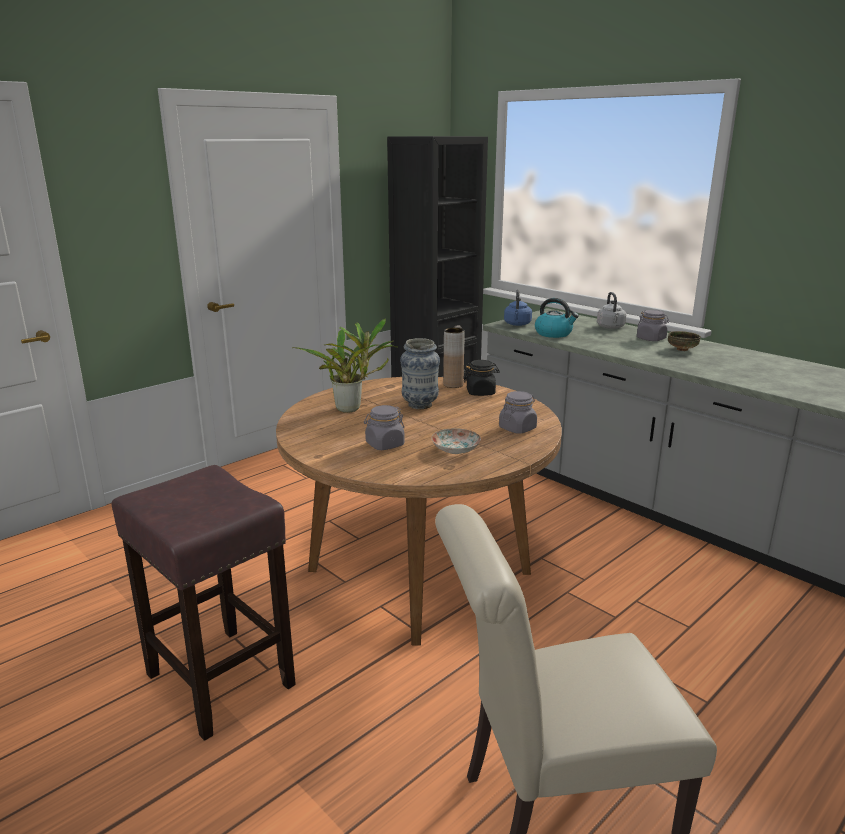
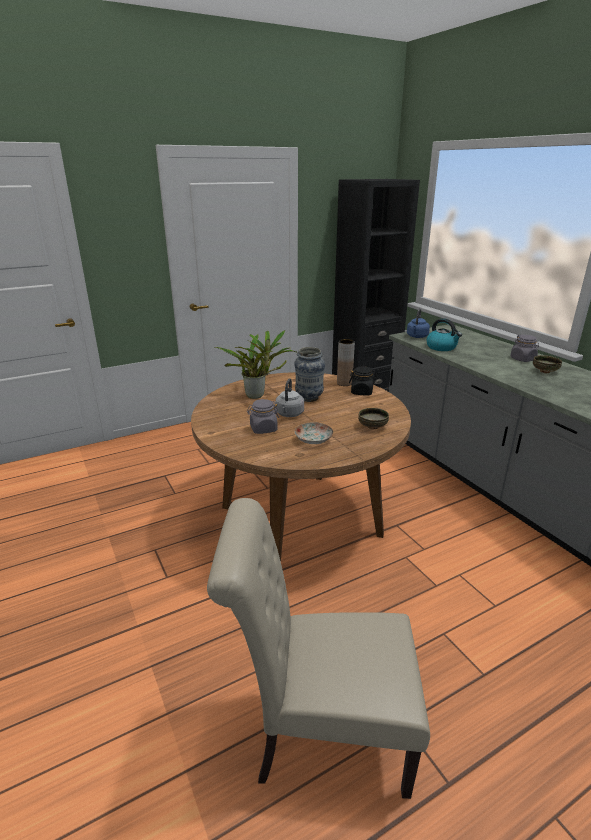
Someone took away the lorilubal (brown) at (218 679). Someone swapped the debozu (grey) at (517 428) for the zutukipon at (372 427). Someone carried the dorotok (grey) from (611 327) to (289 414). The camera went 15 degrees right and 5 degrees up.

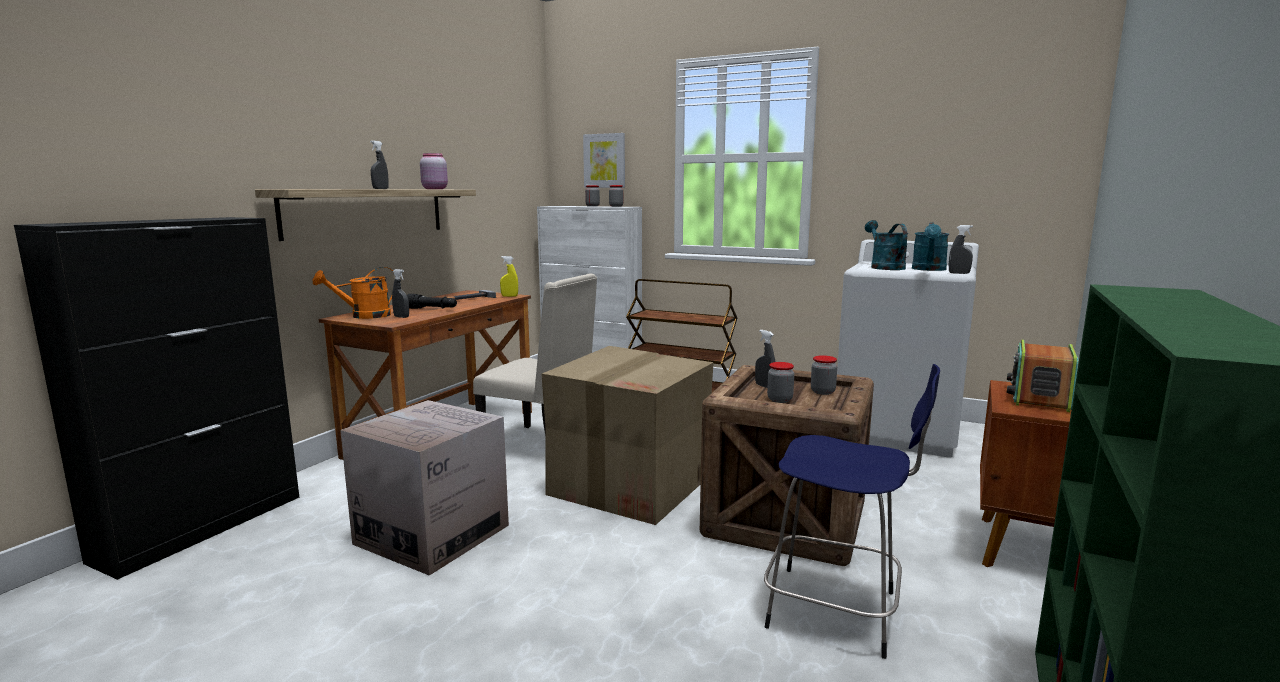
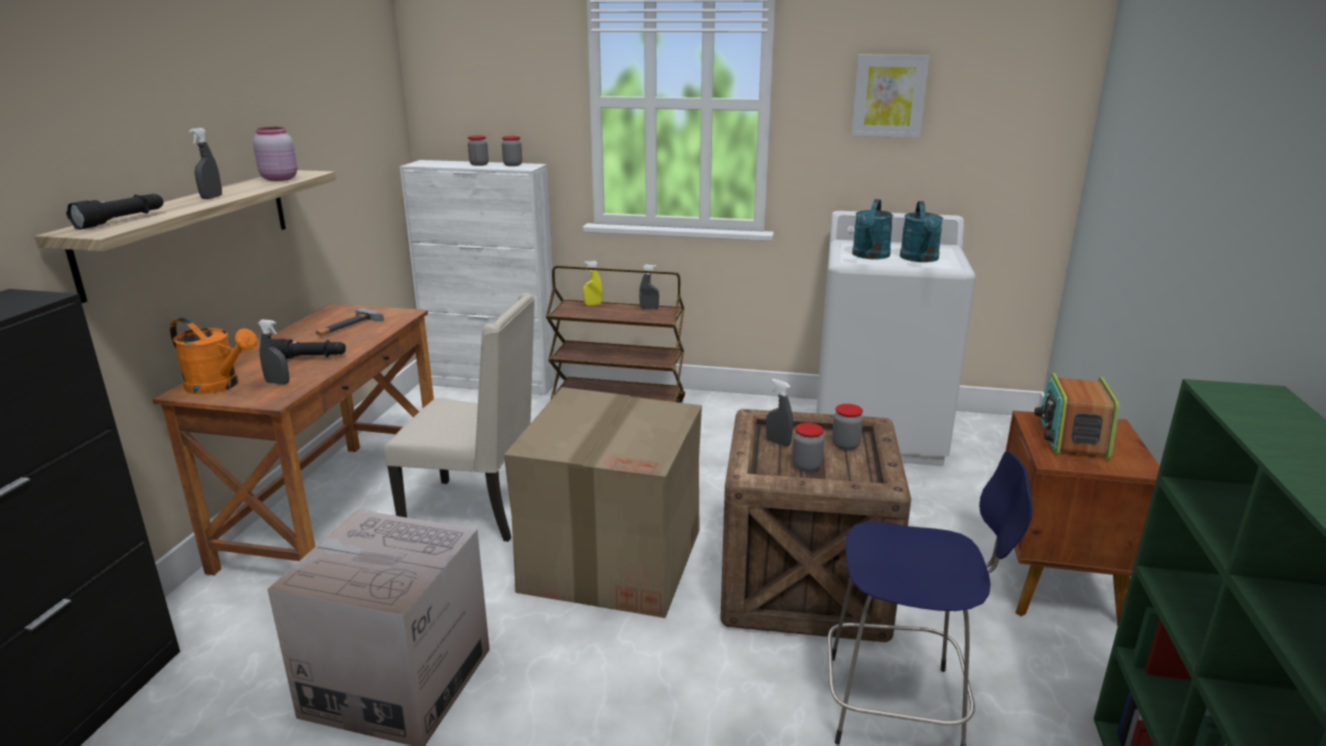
Someone rotated the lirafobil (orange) at (364 316) by 105 degrees counterclockwise. Someone carried the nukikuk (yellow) from (509 296) to (593 304). Someone carried the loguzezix from (604 161) to (889 96). Someone rotated the lirafobil (turquoise) at (884 267) by 135 degrees counterclockwise. Someone carried the nukikuk (grey) from (959 273) to (649 308). Someone put down the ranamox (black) at (122 220). The camera went 15 degrees left and 10 degrees up.

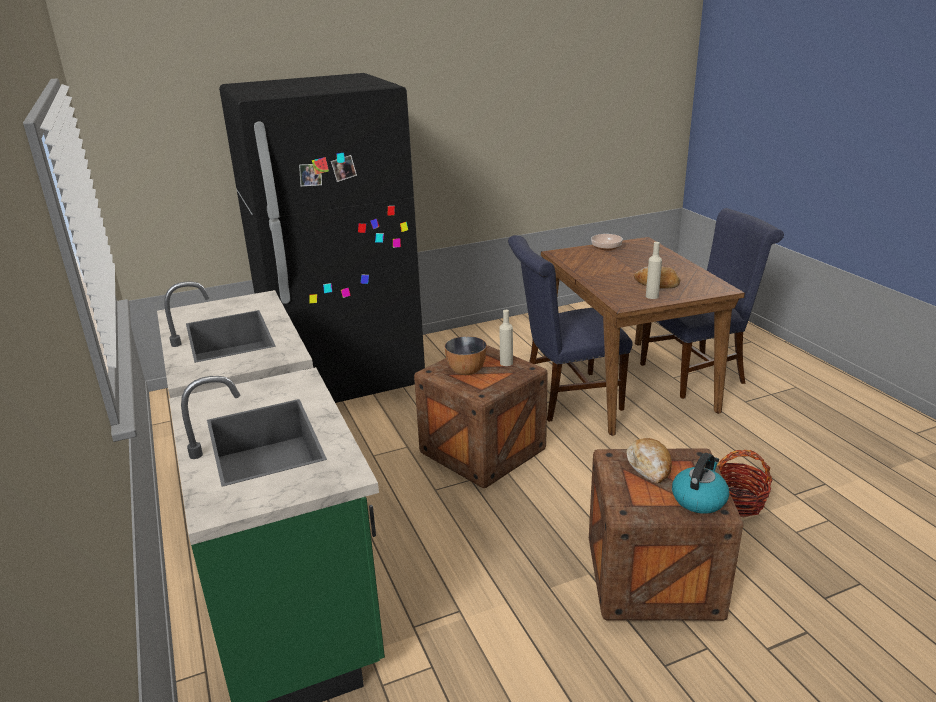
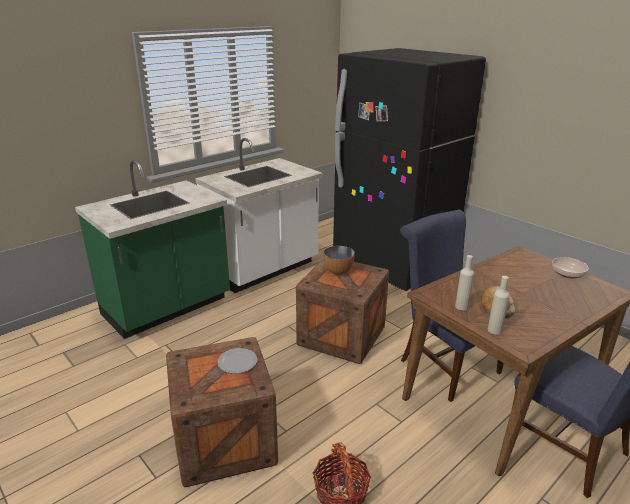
Someone carried the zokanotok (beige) from (506 363) to (494 330). Someone swapped the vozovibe at (649 466) for the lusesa at (237 362). Someone took away the dorotok at (699 499). The camera went 70 degrees right and 0 degrees up.

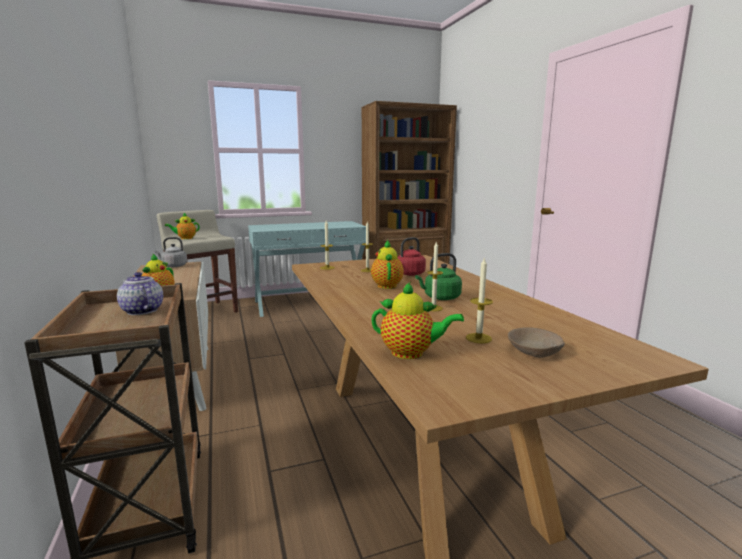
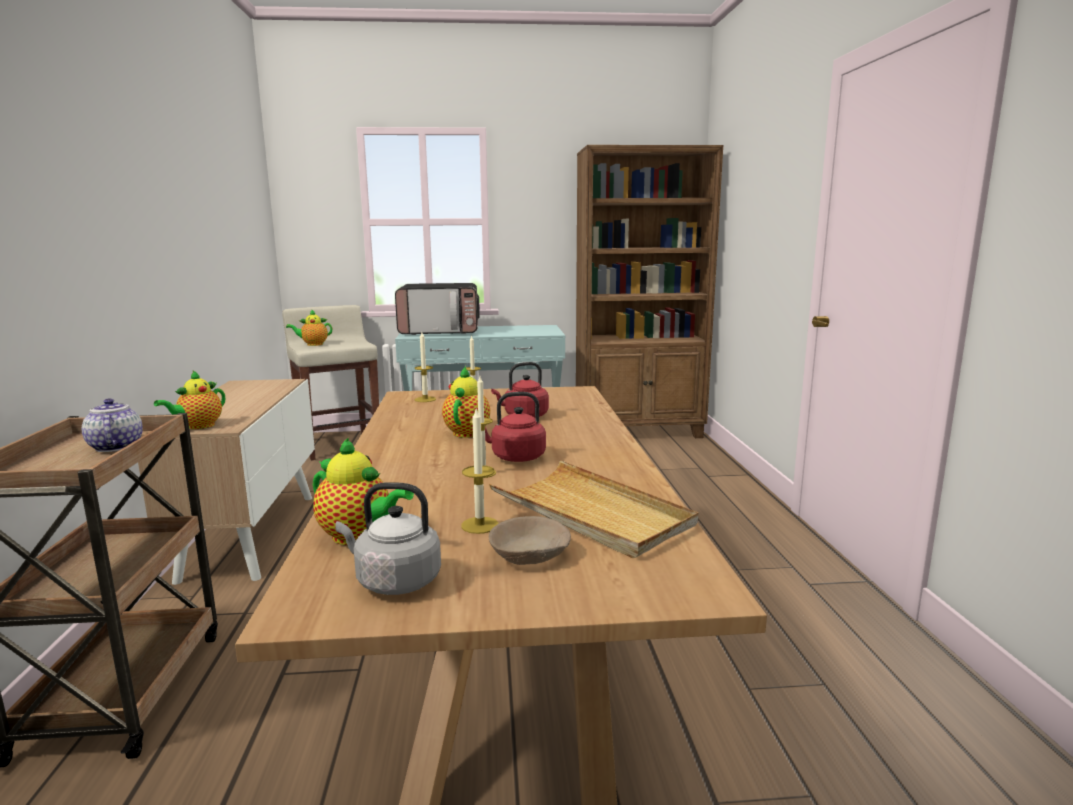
Someone carried the dorotok (grey) from (173 266) to (394 581). Someone repainted the dorotok (green) at (440 298), which became the dorotok (red) at (515 457). Someone put down the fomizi at (440 331). Someone put down the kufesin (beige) at (591 513). The camera went 15 degrees right and 0 degrees up.

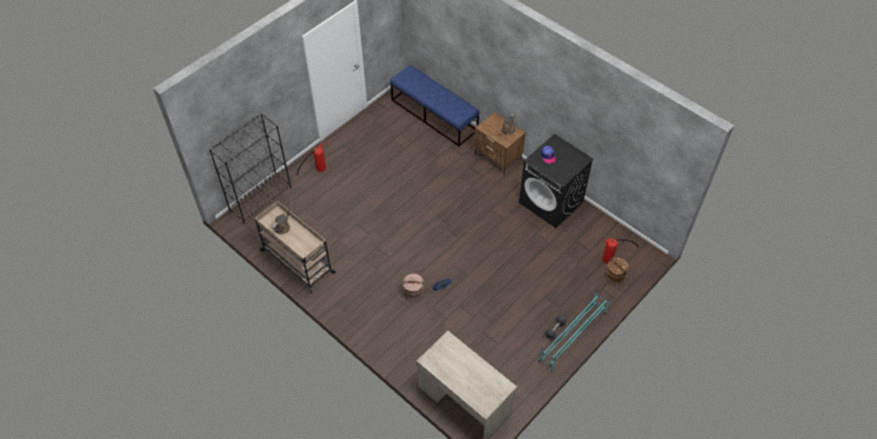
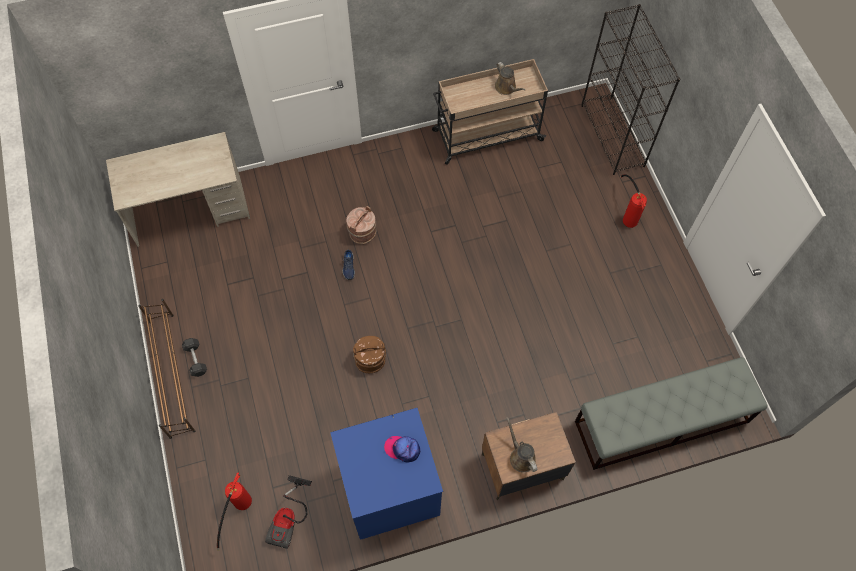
Someone repainted the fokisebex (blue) at (434 115), which became the fokisebex (grey) at (661 422). Someone repainted the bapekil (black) at (551 202), which became the bapekil (blue) at (389 490). Someone repainted the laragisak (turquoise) at (572 336), which became the laragisak (brown) at (171 373). Someone carried the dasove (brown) from (615 275) to (370 360). Someone put down the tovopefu at (289 519). The camera went 120 degrees right and 10 degrees up.

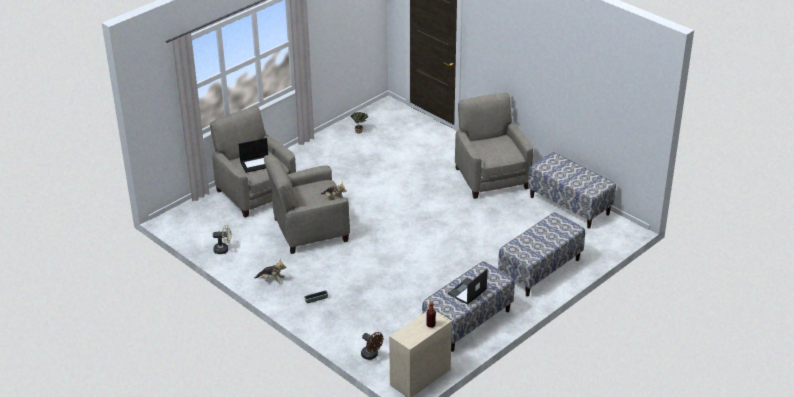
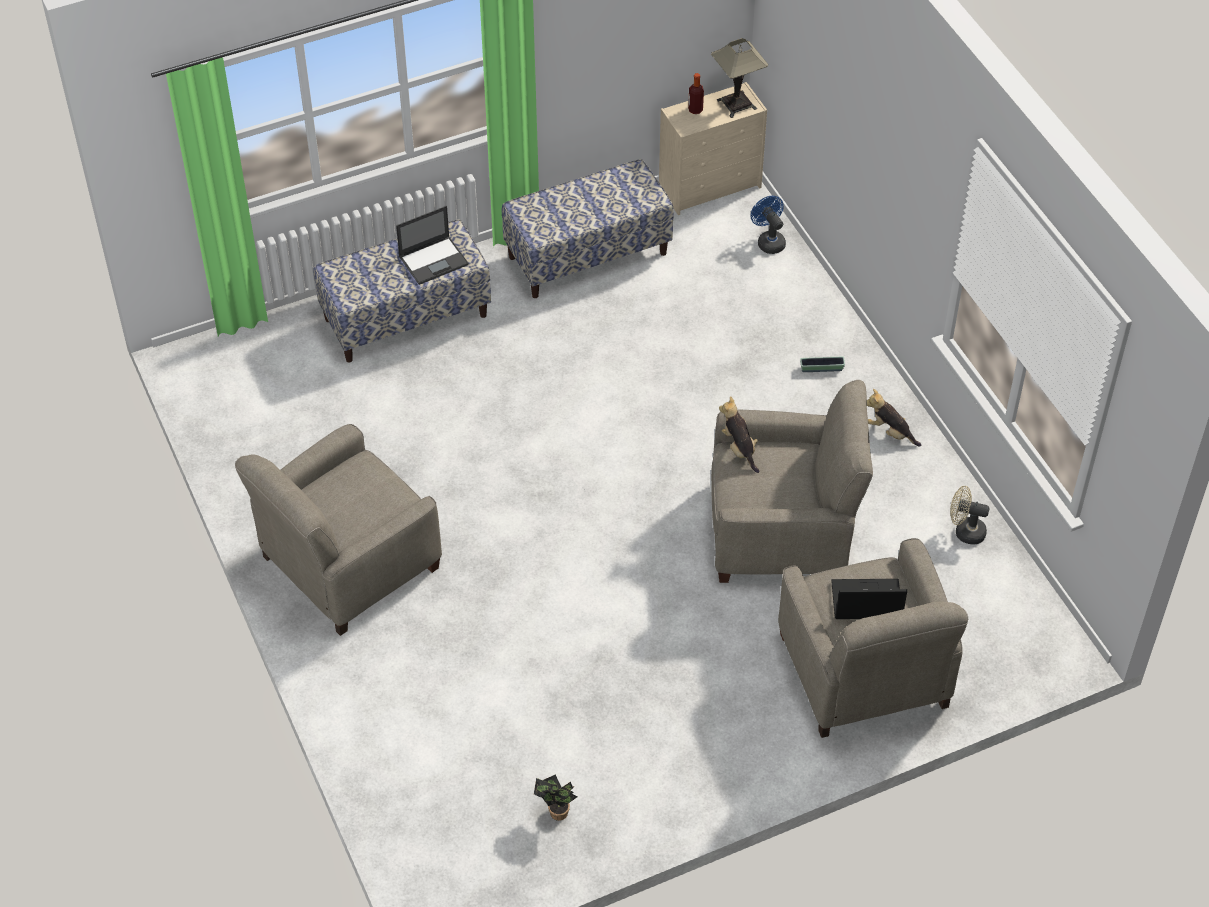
Someone repainted the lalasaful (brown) at (371 355), which became the lalasaful (blue) at (768 241). Someone carried the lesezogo from (467 292) to (434 260). Someone rotated the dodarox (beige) at (491 177) by 45 degrees clockwise. Someone took away the fokisebex at (569 205). Someone put down the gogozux at (736 104). The camera went 160 degrees left and 15 degrees up.

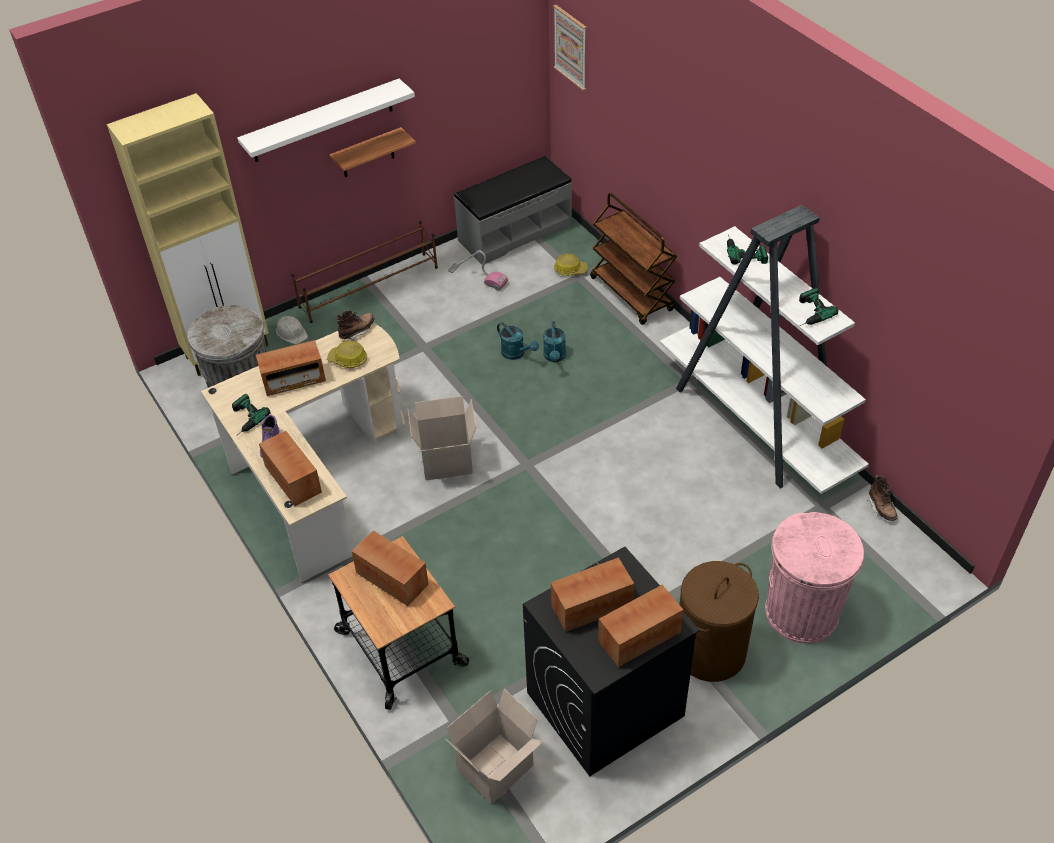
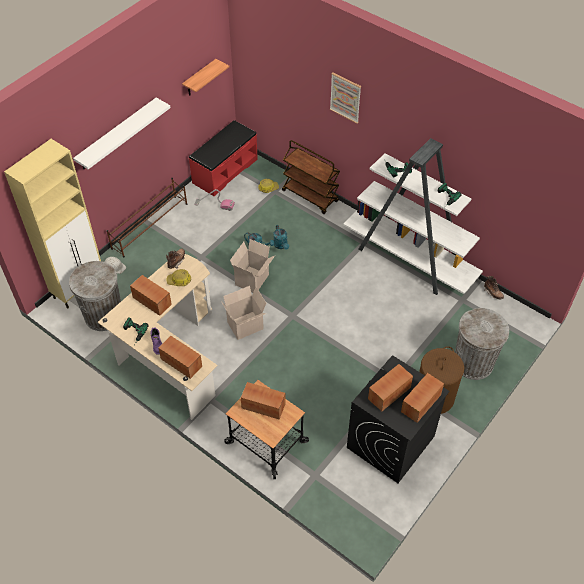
Someone rotated the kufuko at (294 380) by 105 degrees counterclockwise. Someone carried the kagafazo from (367 153) to (199 78). Someone carried the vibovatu from (496 770) to (252 280). Someone repainted the fokisebex (grey) at (514 232), which became the fokisebex (red) at (224 171). Someone carried the loguzezix from (571 47) to (345 97). Someone repainted the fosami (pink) at (802 613), which became the fosami (grey) at (473 362). The camera went 20 degrees left and 5 degrees up.

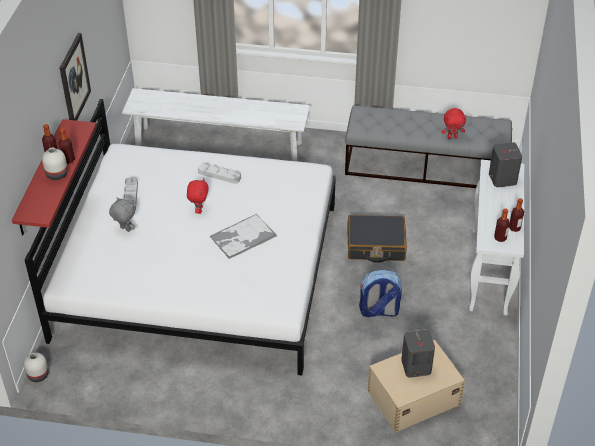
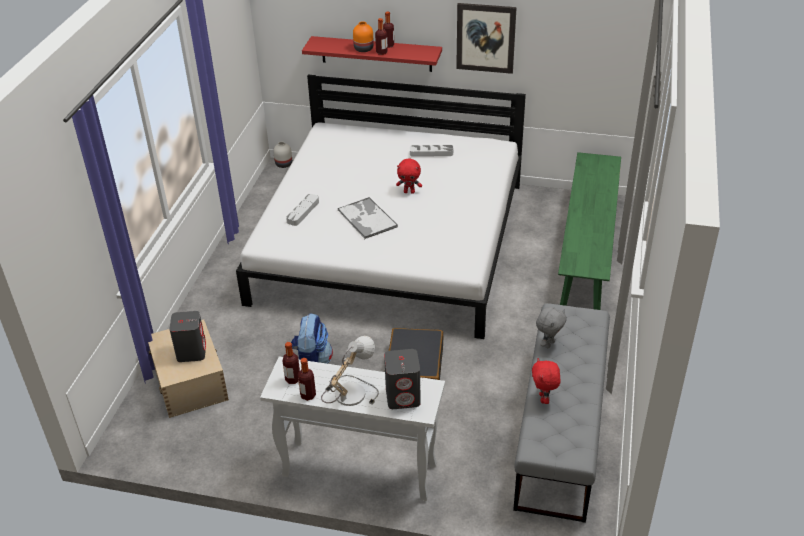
Someone repainted the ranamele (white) at (57 174), which became the ranamele (orange) at (364 49). Someone carried the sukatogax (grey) from (124 229) to (548 344). Someone repainted the fokisebex (white) at (218 144), which became the fokisebex (green) at (587 252). Someone carried the kufesin (grey) from (219 175) to (303 212). Someone put down the gogozux at (348 392). The camera went 95 degrees right and 5 degrees down.

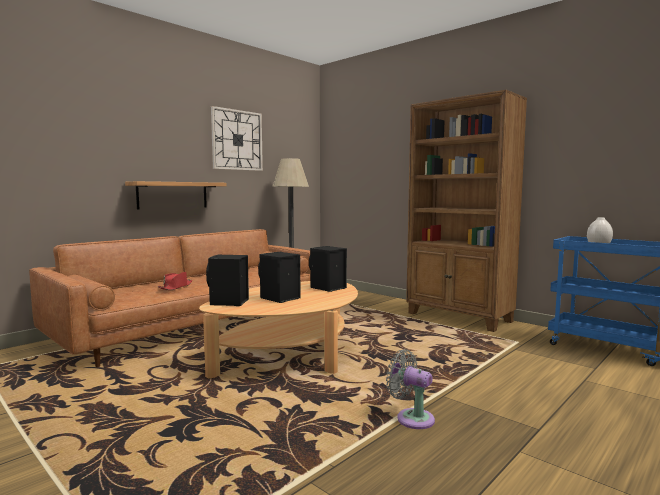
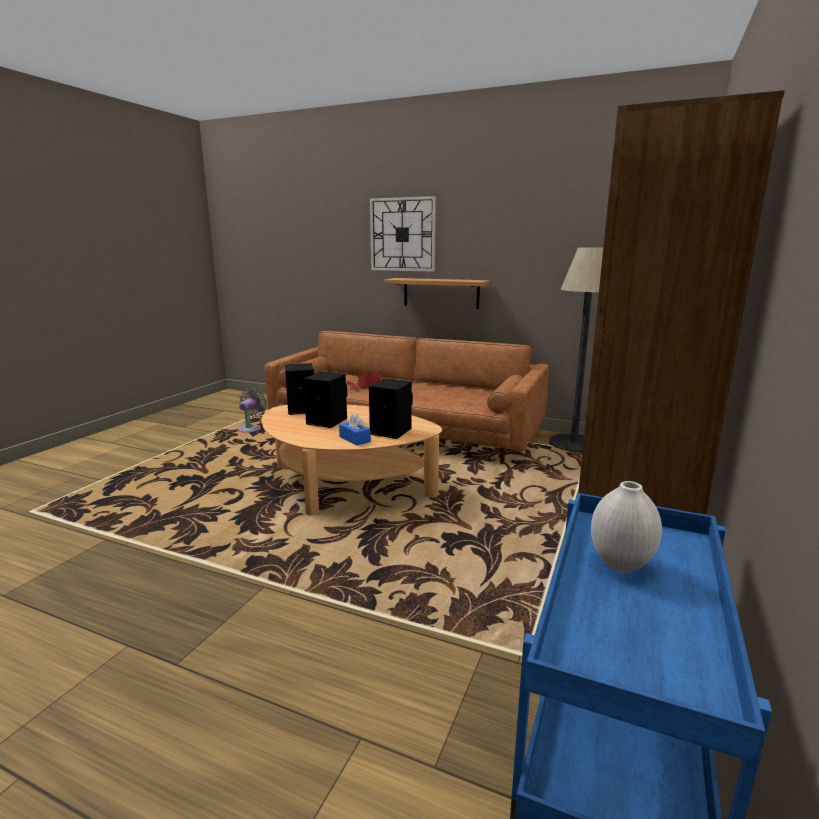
Someone carried the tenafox from (237 140) to (402 234). Someone carried the lalasaful (grey) from (411 418) to (251 428). Someone put down the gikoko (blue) at (354 439). The camera went 70 degrees right and 10 degrees up.

